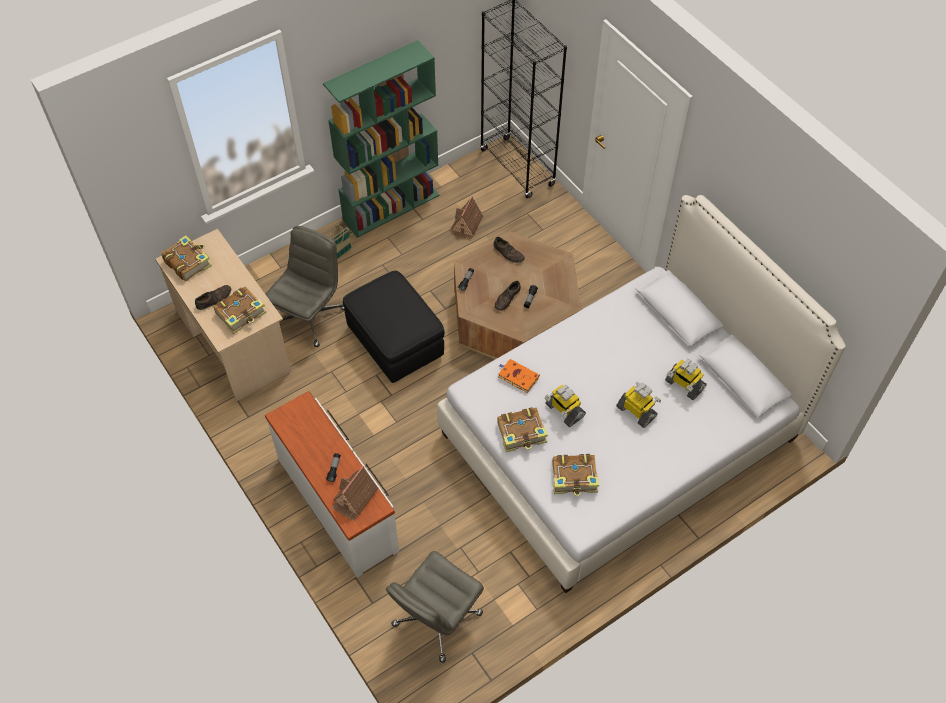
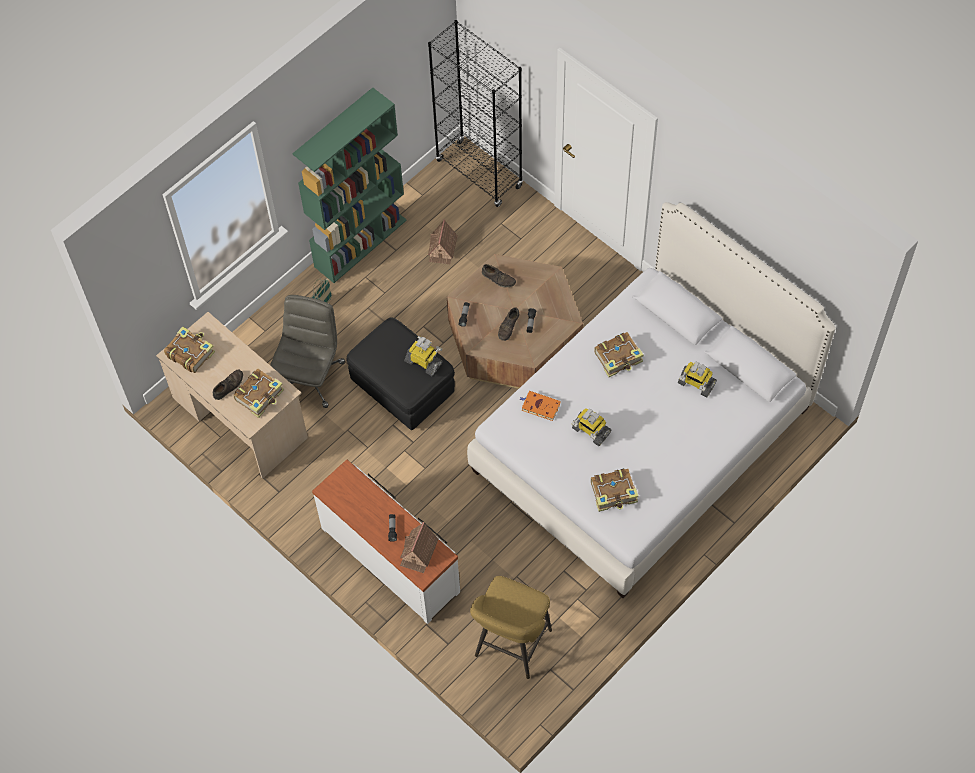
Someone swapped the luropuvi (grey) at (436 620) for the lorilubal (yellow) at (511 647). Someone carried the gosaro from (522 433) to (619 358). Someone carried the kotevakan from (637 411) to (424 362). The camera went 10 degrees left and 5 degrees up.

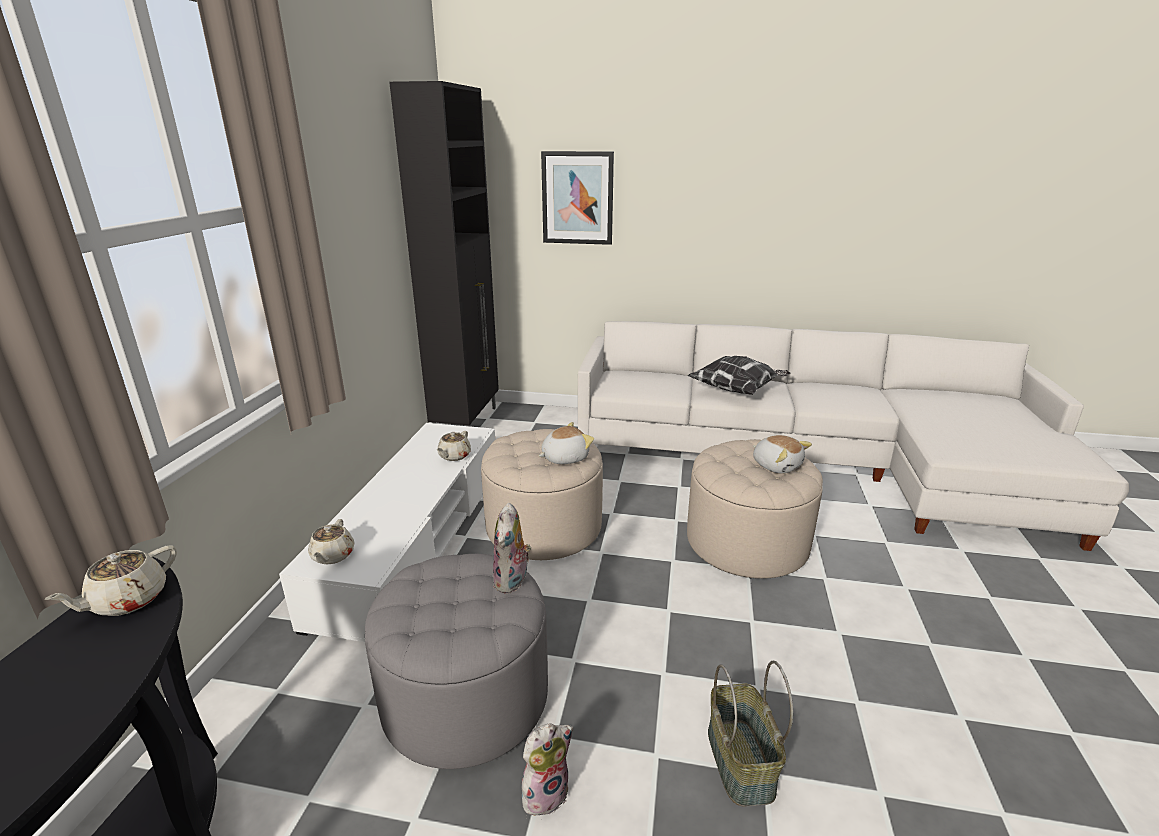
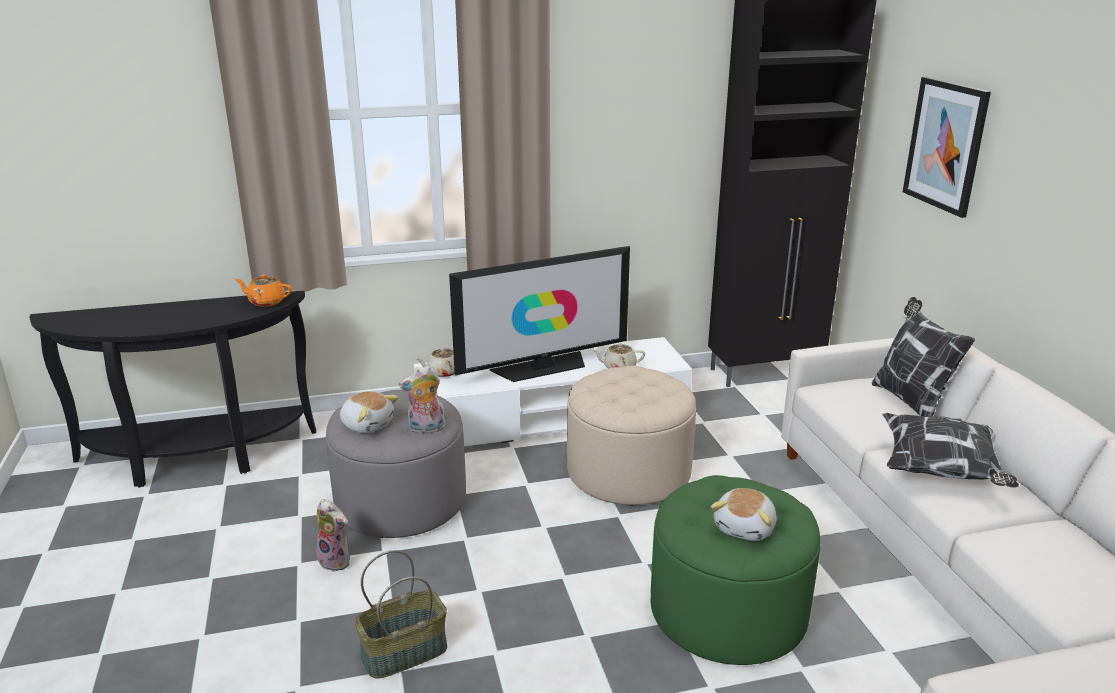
Someone repainted the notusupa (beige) at (127 600), which became the notusupa (orange) at (266 302). Someone carried the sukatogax from (564 458) to (367 424). Someone repainted the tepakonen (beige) at (746 542), which became the tepakonen (green) at (728 611). Someone put down the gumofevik at (542 367). Someone put down the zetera at (910 401). The camera went 65 degrees right and 0 degrees up.

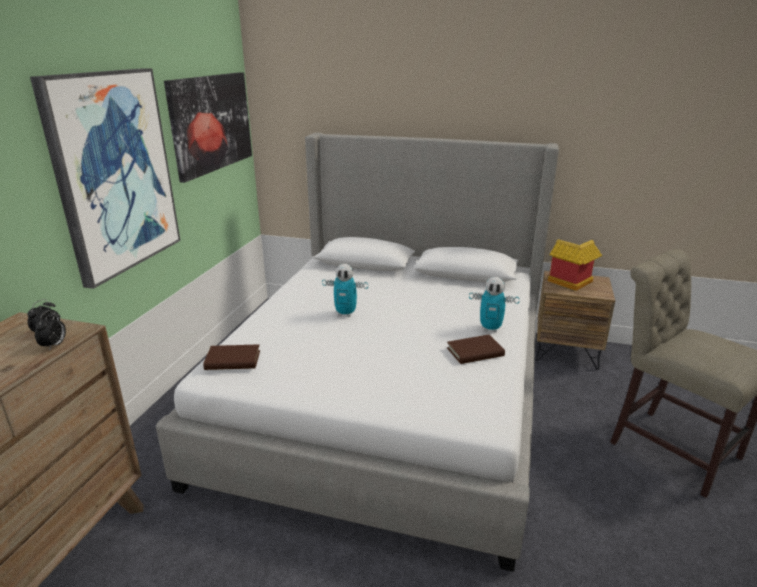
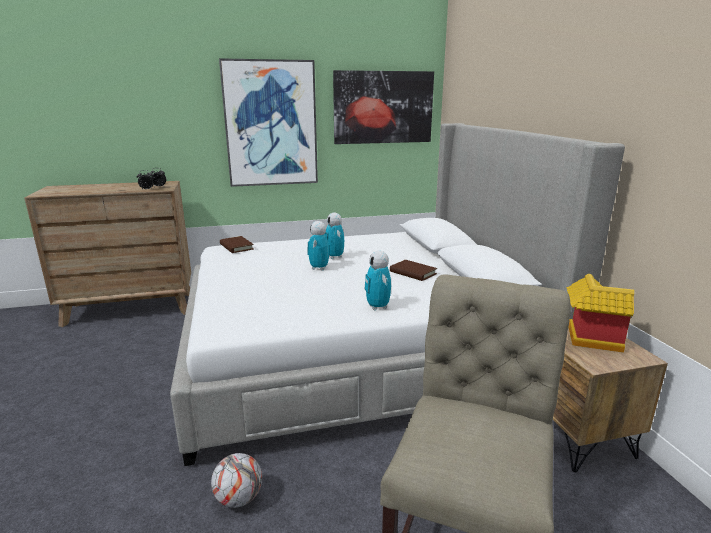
Someone carried the gosaro (brown) from (475 352) to (413 273). Someone put down the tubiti at (239 499). Someone put down the kotevakan at (319 268). The camera went 60 degrees right and 5 degrees down.

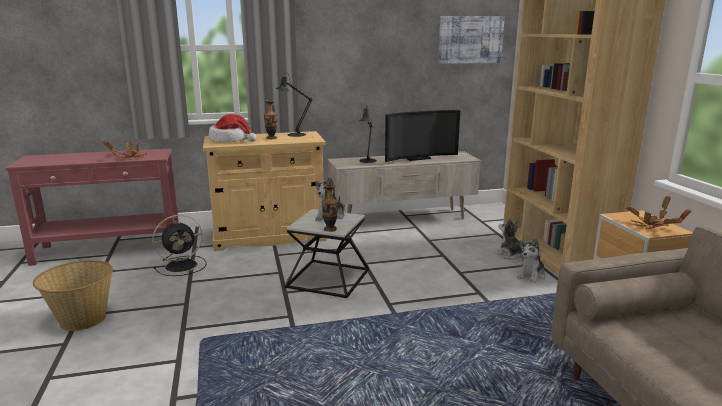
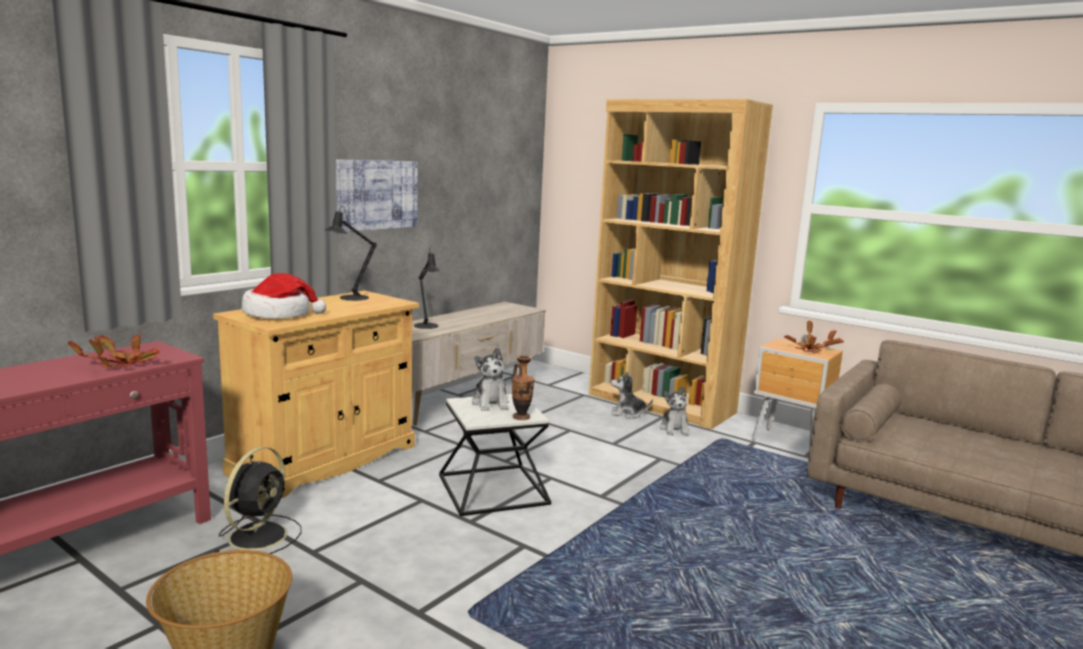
Someone took away the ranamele at (271 138). Someone took away the gumofevik at (417 158). Someone carried the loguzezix from (470 39) to (376 195). The camera went 40 degrees left and 5 degrees down.

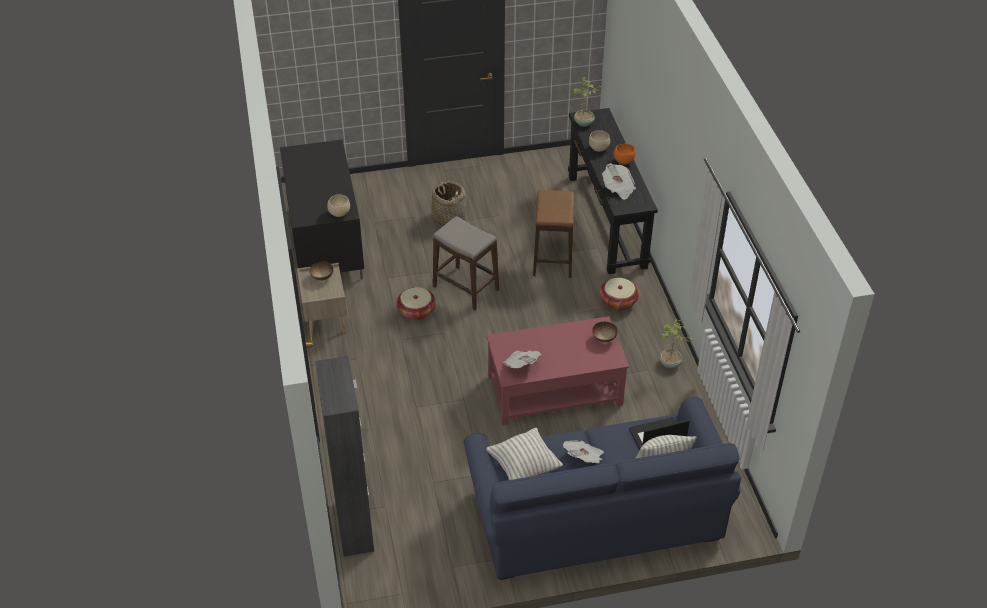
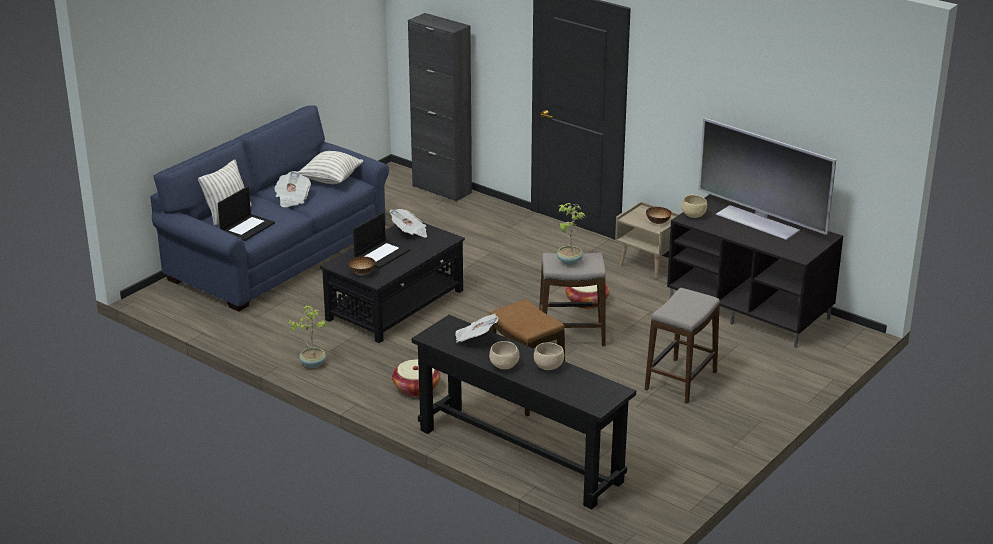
Someone swapped the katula at (448 217) for the lorilubal at (681 381). Someone repainted the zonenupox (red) at (554 390), which became the zonenupox (black) at (396 304). Someone carried the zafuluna from (584 123) to (569 261). Someone repainted the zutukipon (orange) at (623 161), which became the zutukipon (beige) at (505 366). Someone put down the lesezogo at (382 254). Someone put down the gumofevik at (758 222). The camera went 140 degrees right and 15 degrees down.

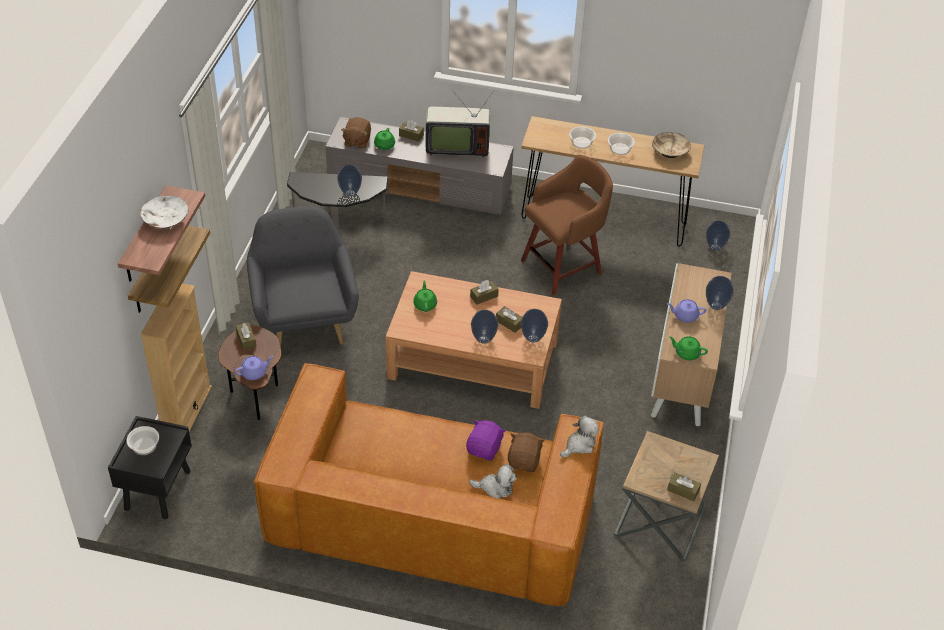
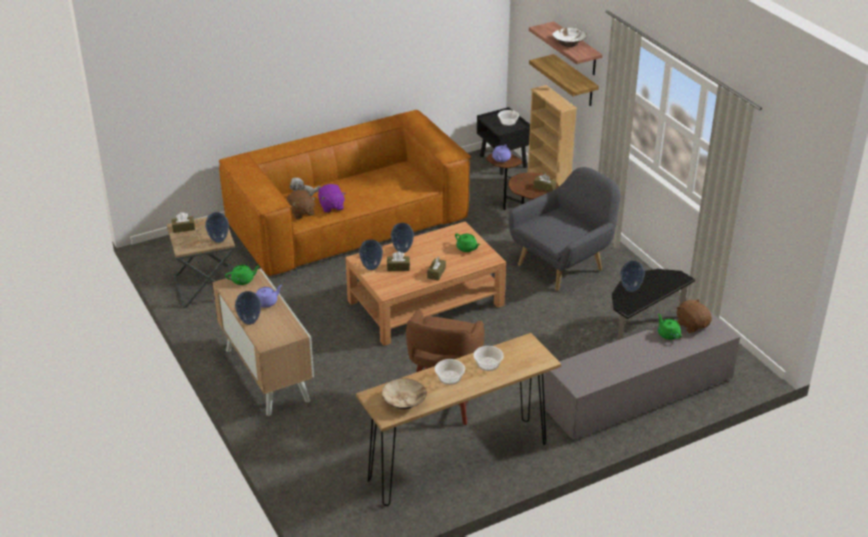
Someone rotated the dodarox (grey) at (305 319) by 75 degrees counterclockwise. Someone took away the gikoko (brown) at (411 135). Someone took away the gumofevik at (456 147). Someone took away the sukatogax at (579 445). Someone carried the ranamele from (715 247) to (218 240). The camera went 140 degrees right and 10 degrees down.

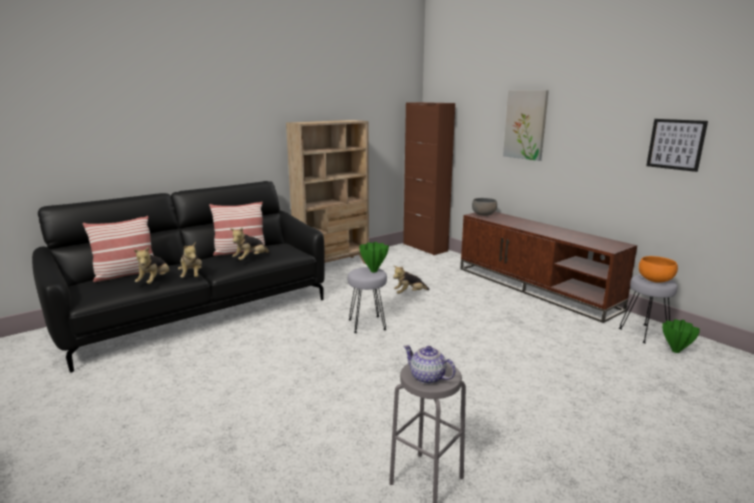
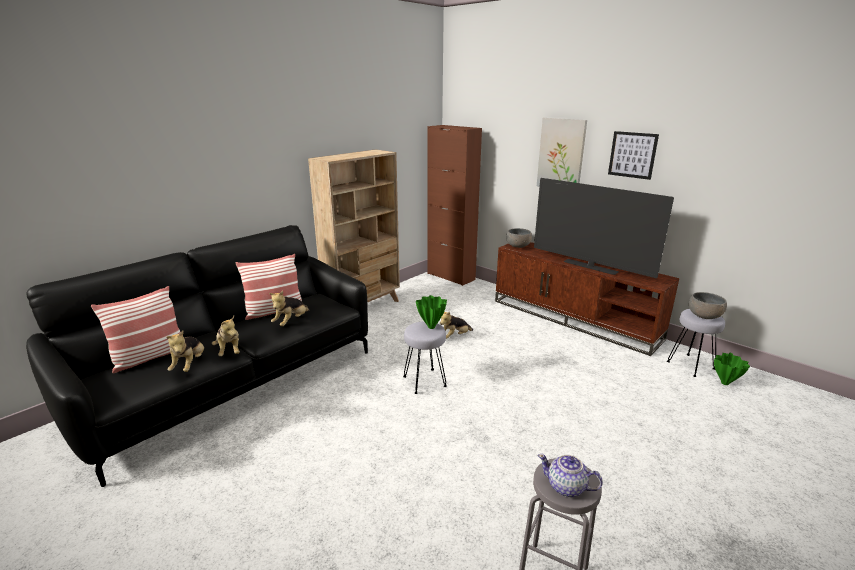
Someone repainted the zutukipon (orange) at (655 280), which became the zutukipon (grey) at (704 316). Someone carried the loguzezix from (676 144) to (632 155). Someone put down the gumofevik at (590 267). The camera went 10 degrees left and 5 degrees up.

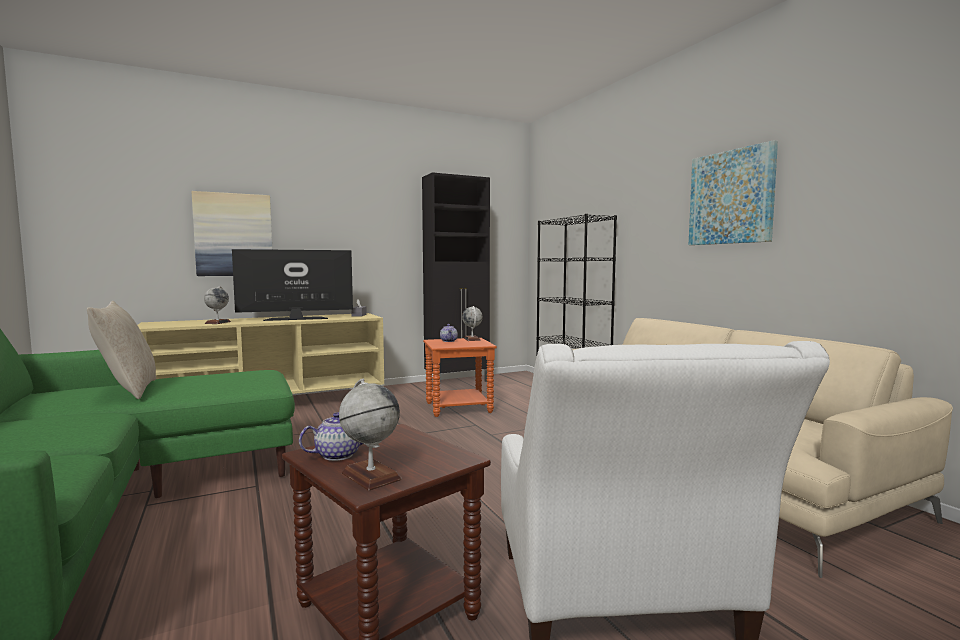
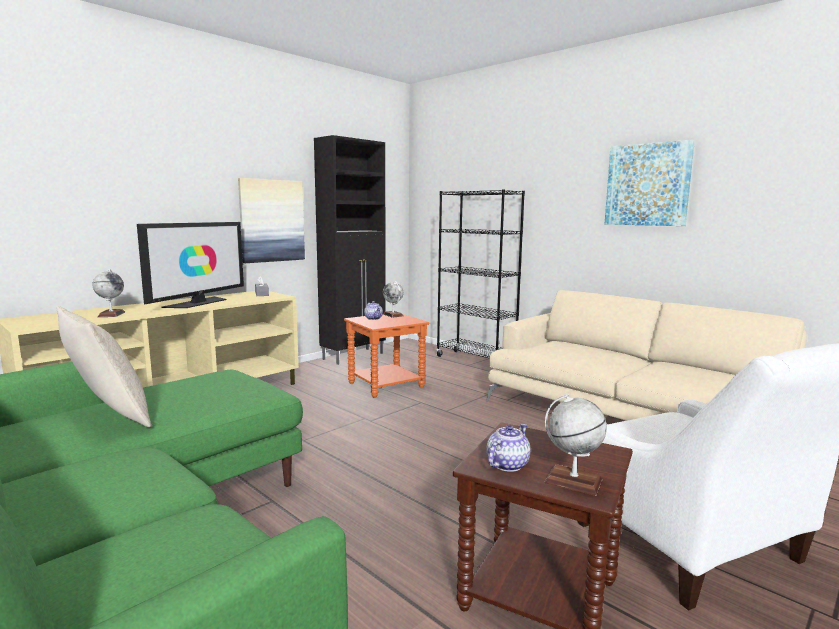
Someone carried the loguzezix from (234 235) to (272 221). Someone rotated the gumofevik at (296 318) by 150 degrees clockwise. The camera went 20 degrees left and 5 degrees up.

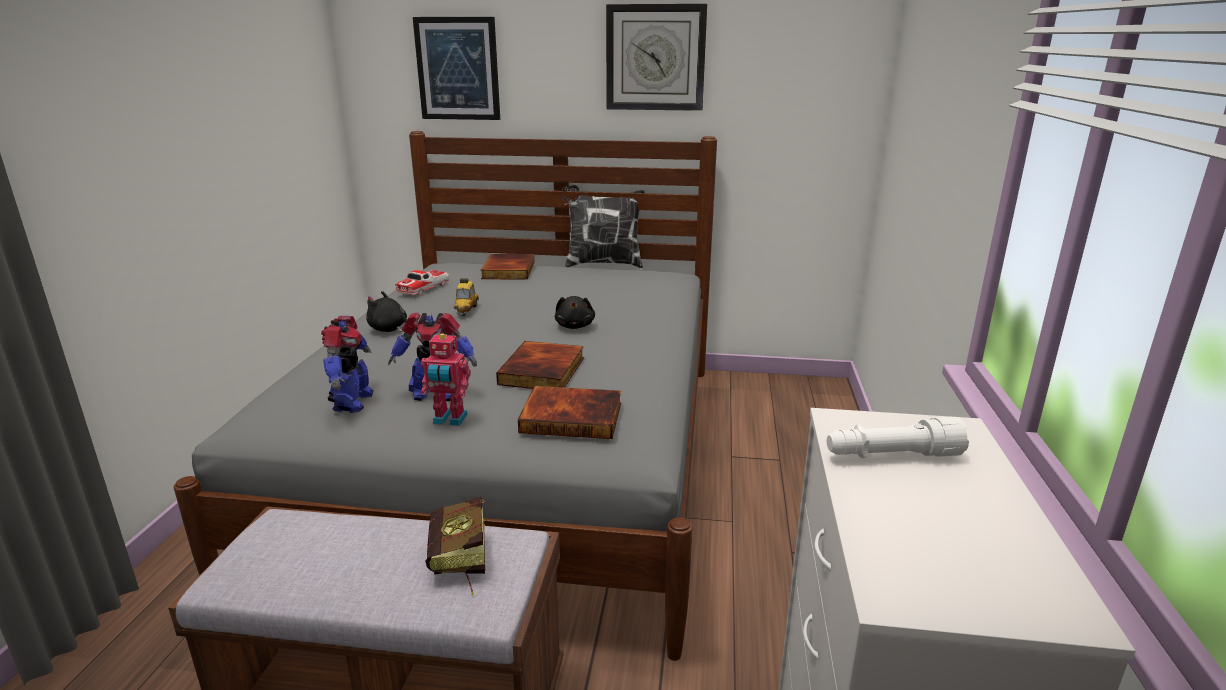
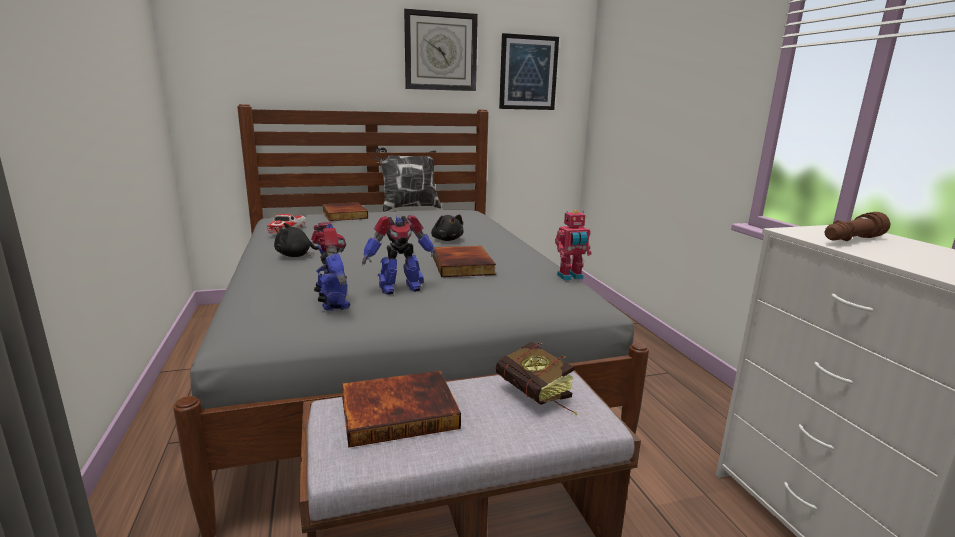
Someone carried the loguzezix from (458 69) to (528 73). Someone carried the kotevakan from (449 420) to (570 277). Someone took away the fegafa at (466 310). Someone carried the gosaro from (572 417) to (399 411). Someone repainted the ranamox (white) at (891 456), which became the ranamox (brown) at (851 240). The camera went 25 degrees left and 5 degrees down.

